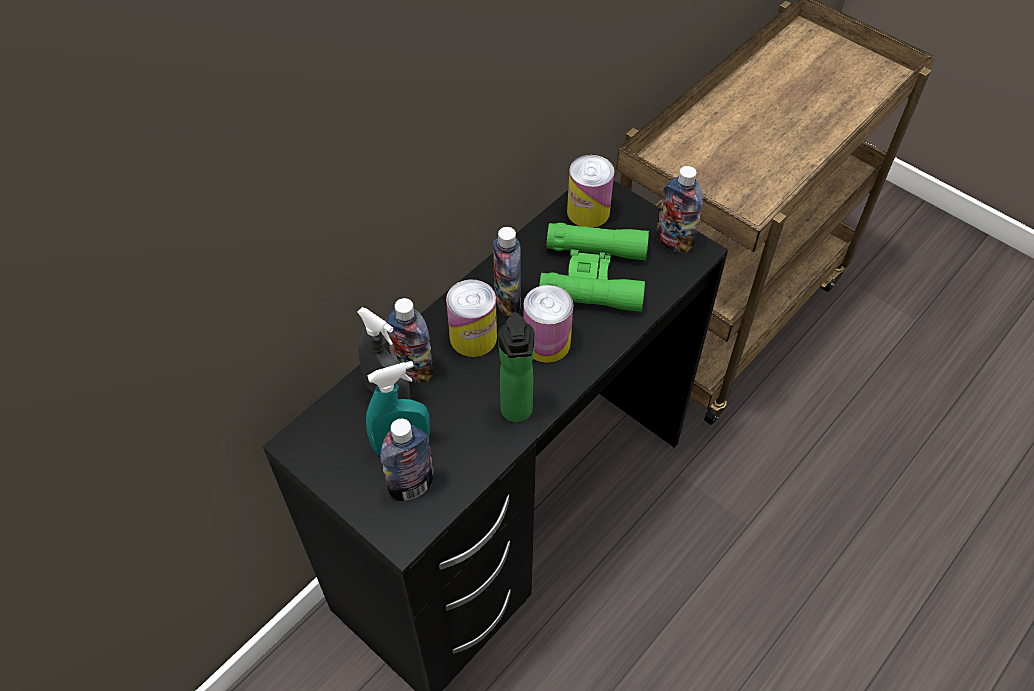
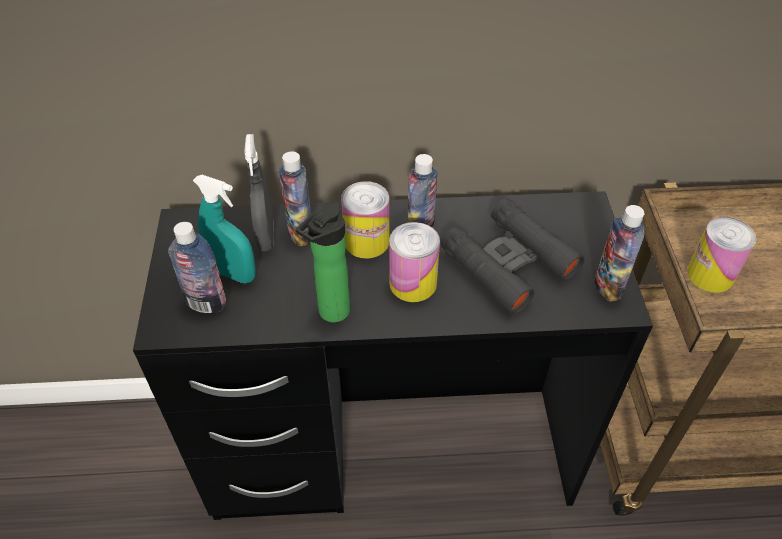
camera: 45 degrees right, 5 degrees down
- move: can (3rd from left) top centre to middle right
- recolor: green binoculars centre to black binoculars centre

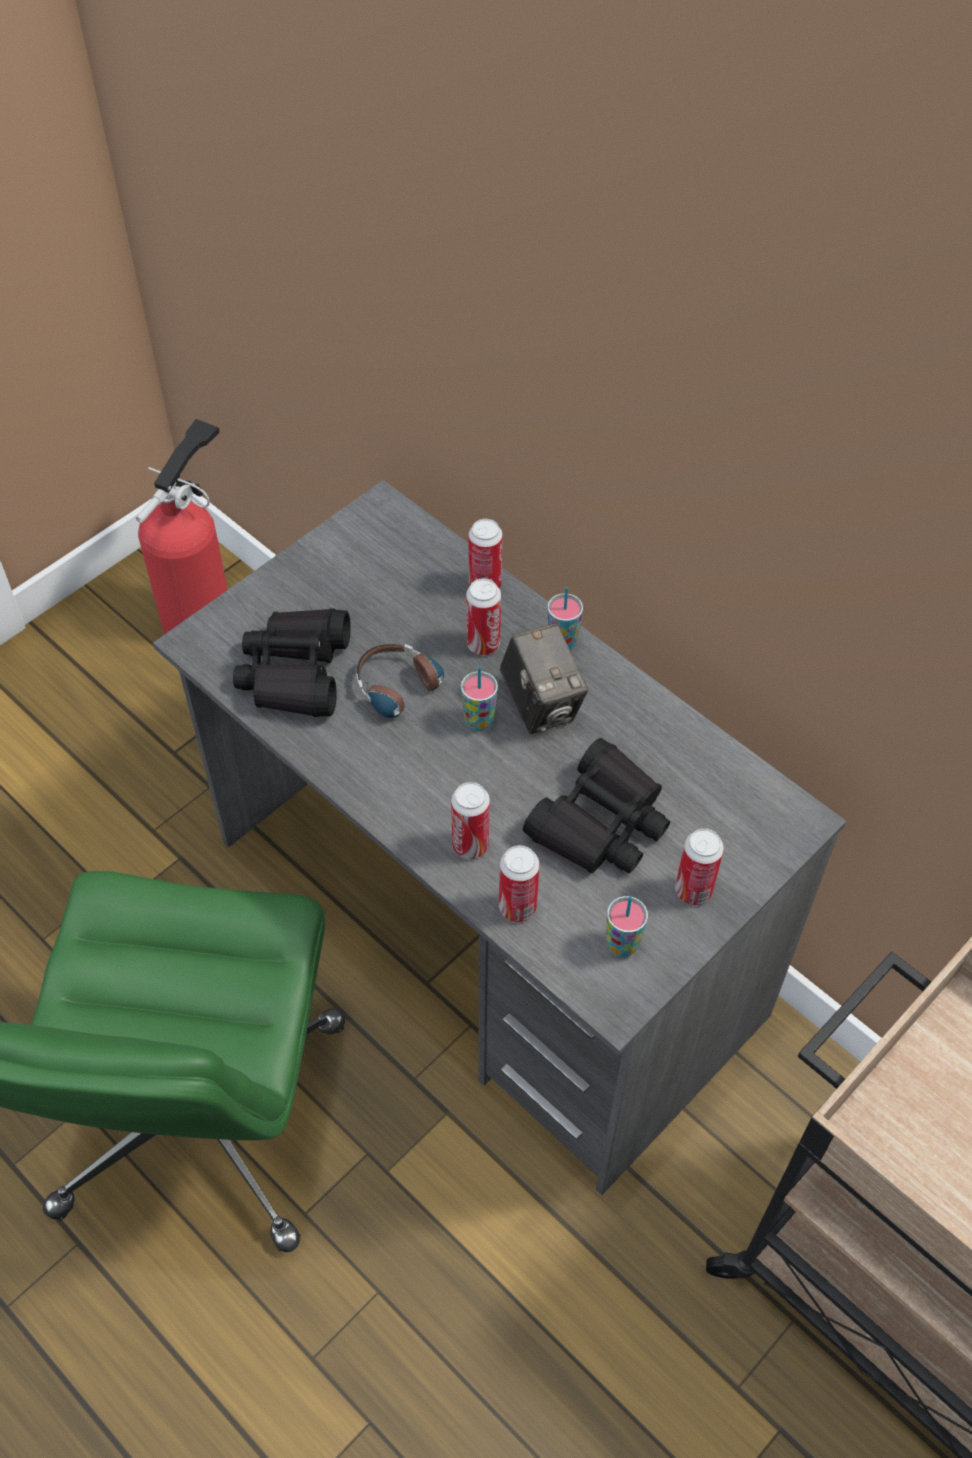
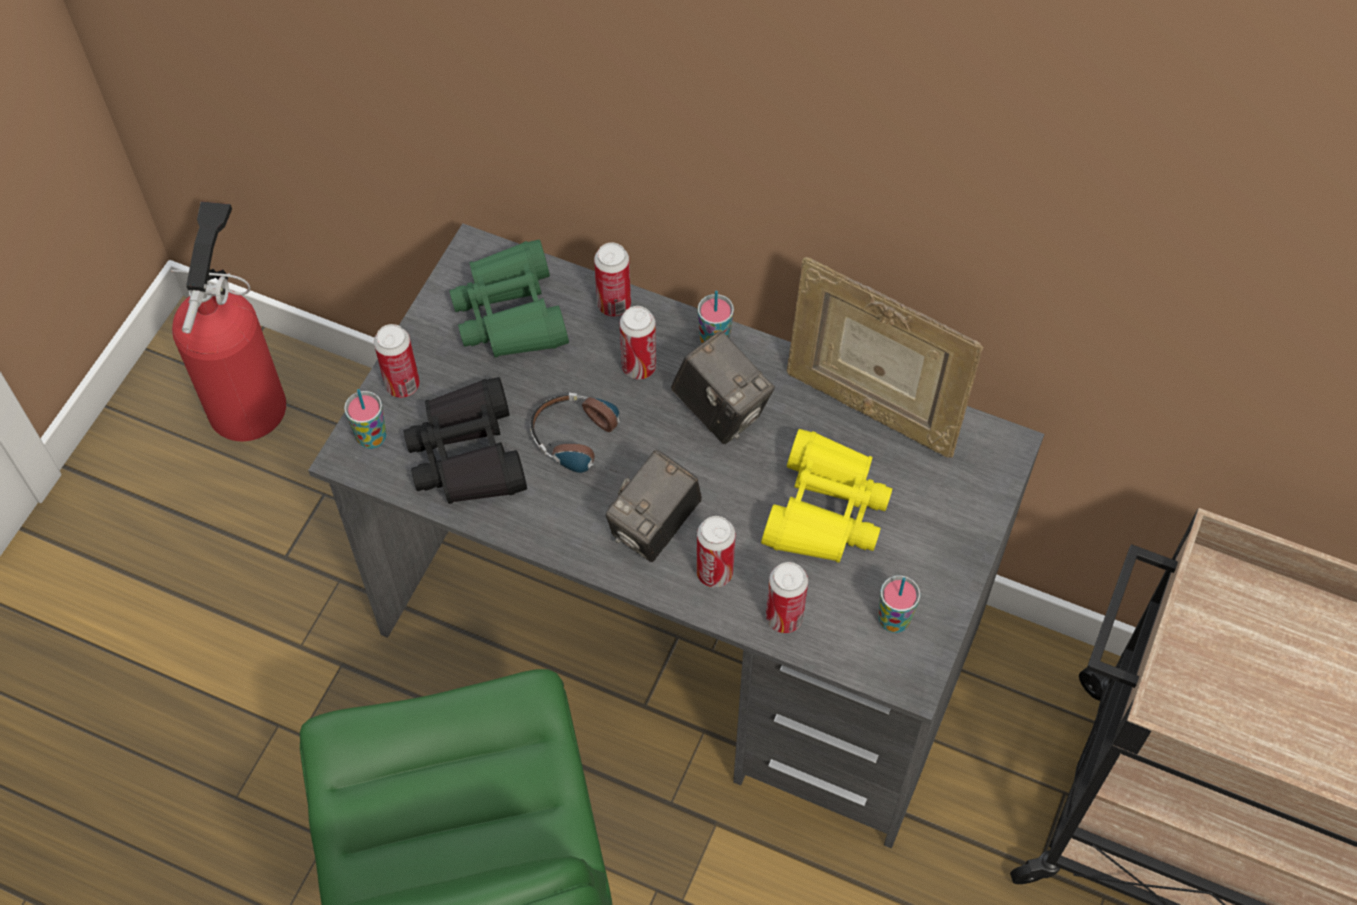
camera: 20 degrees left, 5 degrees up
- move: cup (1st from left) centre to middle left
- recolor: black binoculars (2nd from left) centre to yellow binoculars centre
- move: can (5th from left in the first image) middle right to can (1st from left) middle left
- insert: green binoculars top centre
- insert: picture frame centre
- insert: photo camera (1st from left) centre

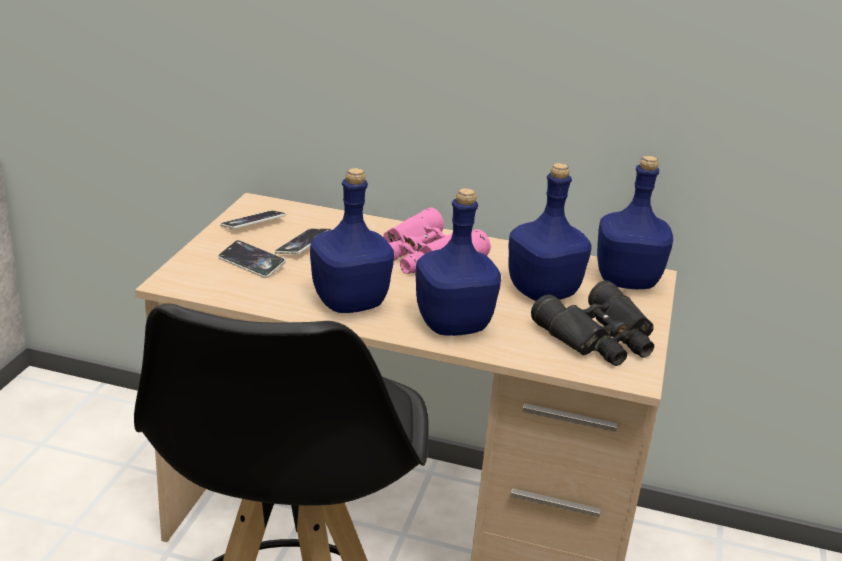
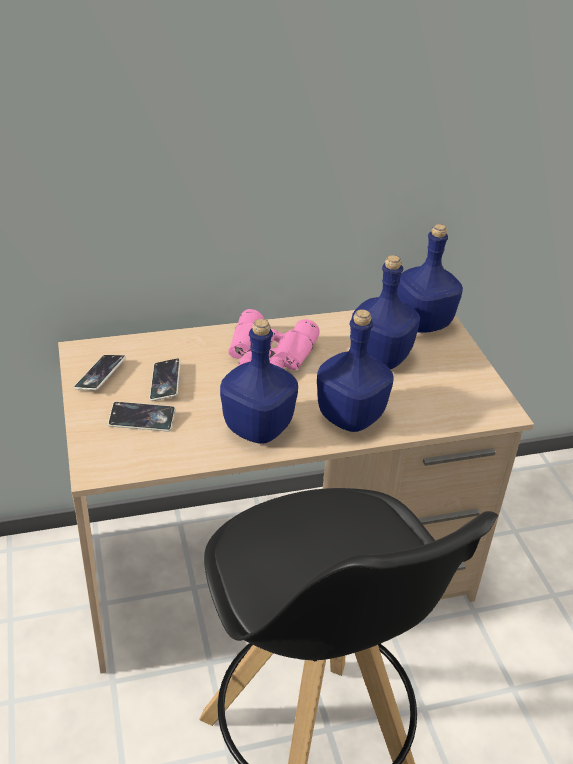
camera: 30 degrees left, 10 degrees up
- delete: black binoculars middle right

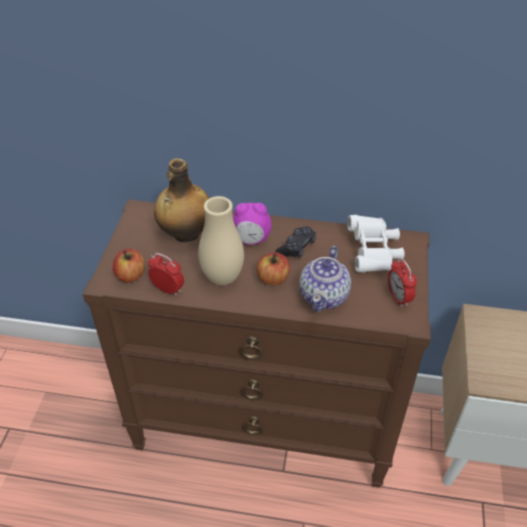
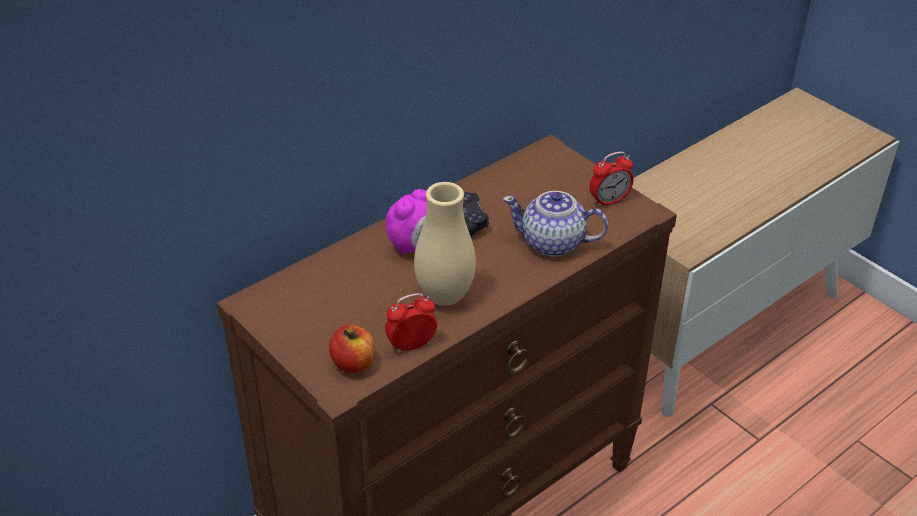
camera: 50 degrees left, 5 degrees down
- delete: bottle centre
- delete: white binoculars middle right
- rotate: teapot centre = centre 135 degrees clockwise
- delete: apple (2nd from left) centre
- rotate: alarm clock (3rd from left) middle right = centre 45 degrees counterclockwise

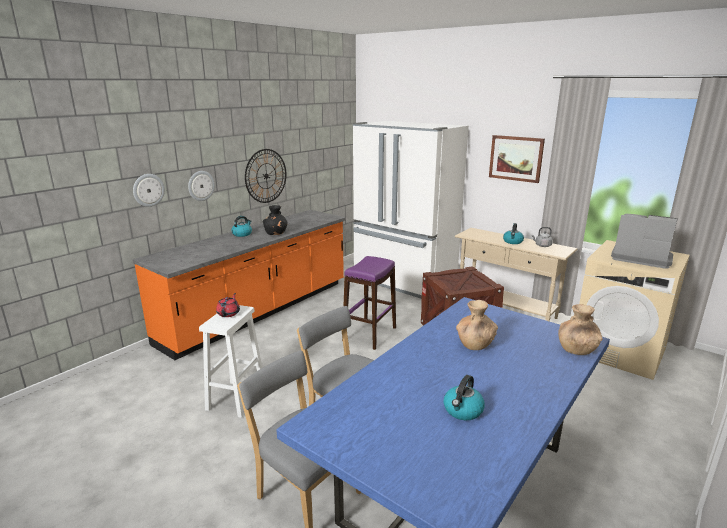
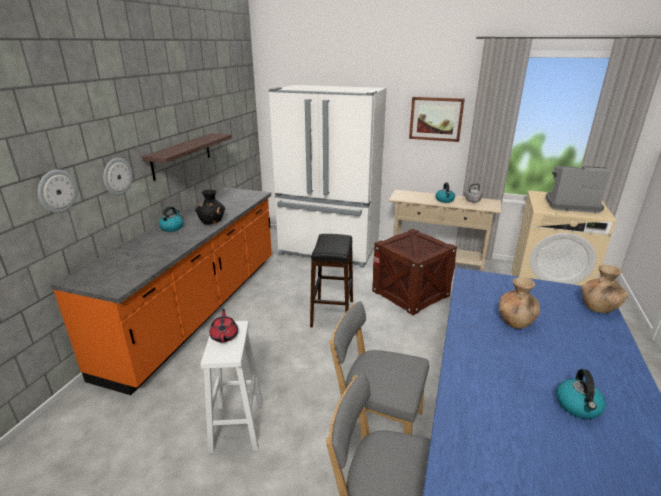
camera: 20 degrees left, 5 degrees up
- replace: wall clock (3rd from left) centre to shelf top left
- recolor: purple stool centre to black stool centre

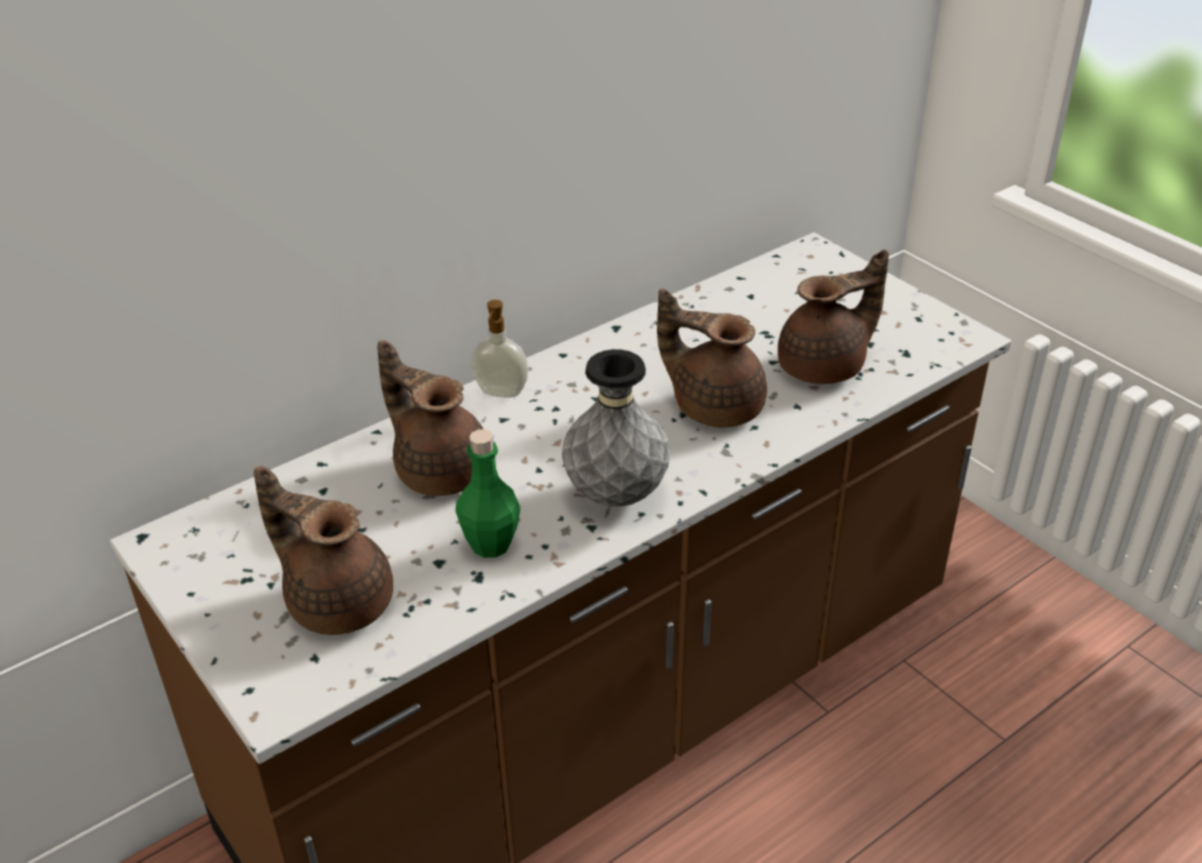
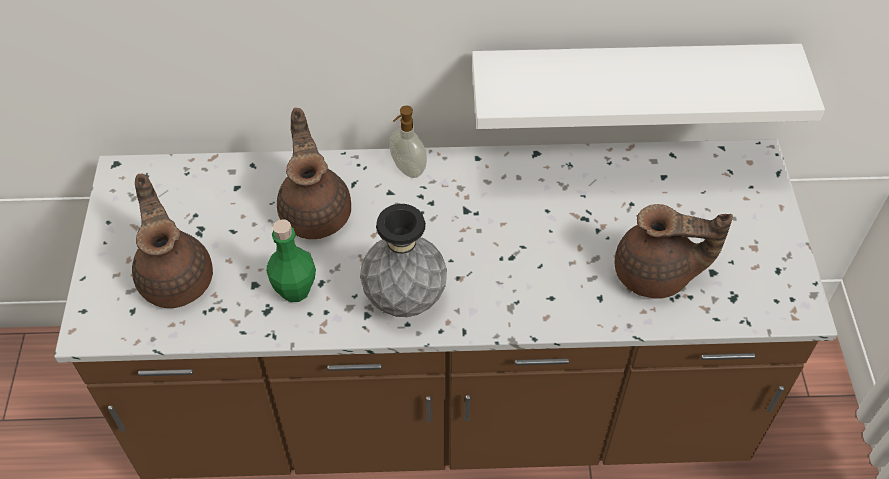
camera: 35 degrees right, 15 degrees up
- delete: brown teapot (3rd from left) centre
- insert: white shelf top right

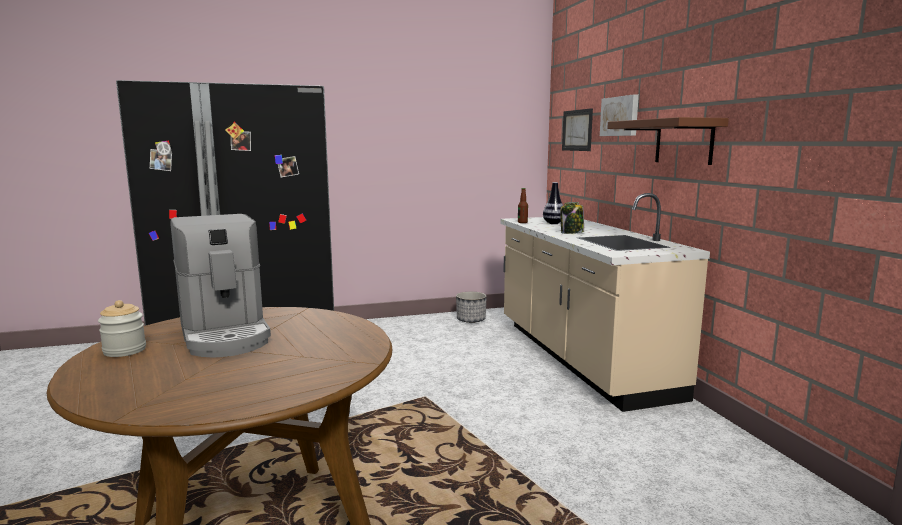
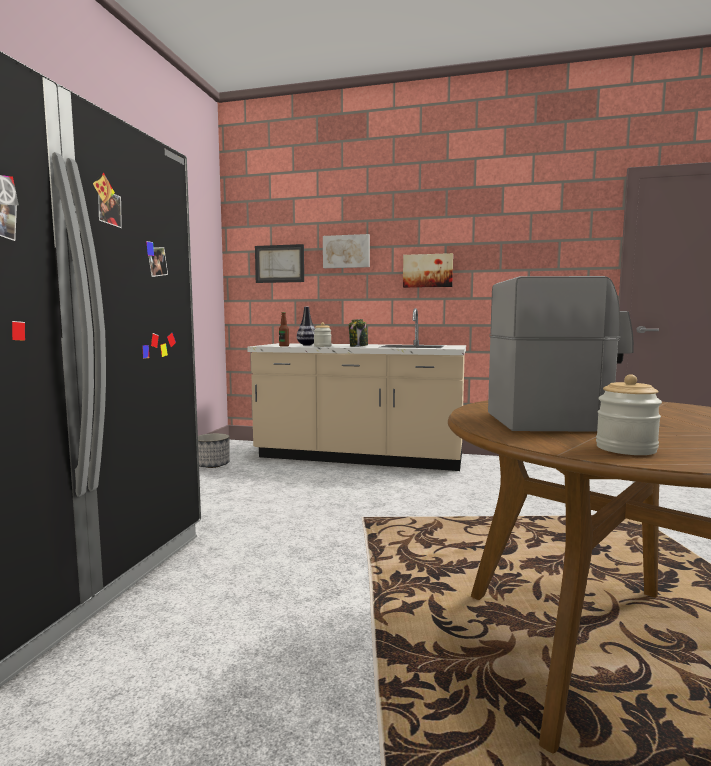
camera: 60 degrees left, 5 degrees down
- replace: brown shelf top right to picture (3rd from left) centre
- insert: jar (1st from left) centre

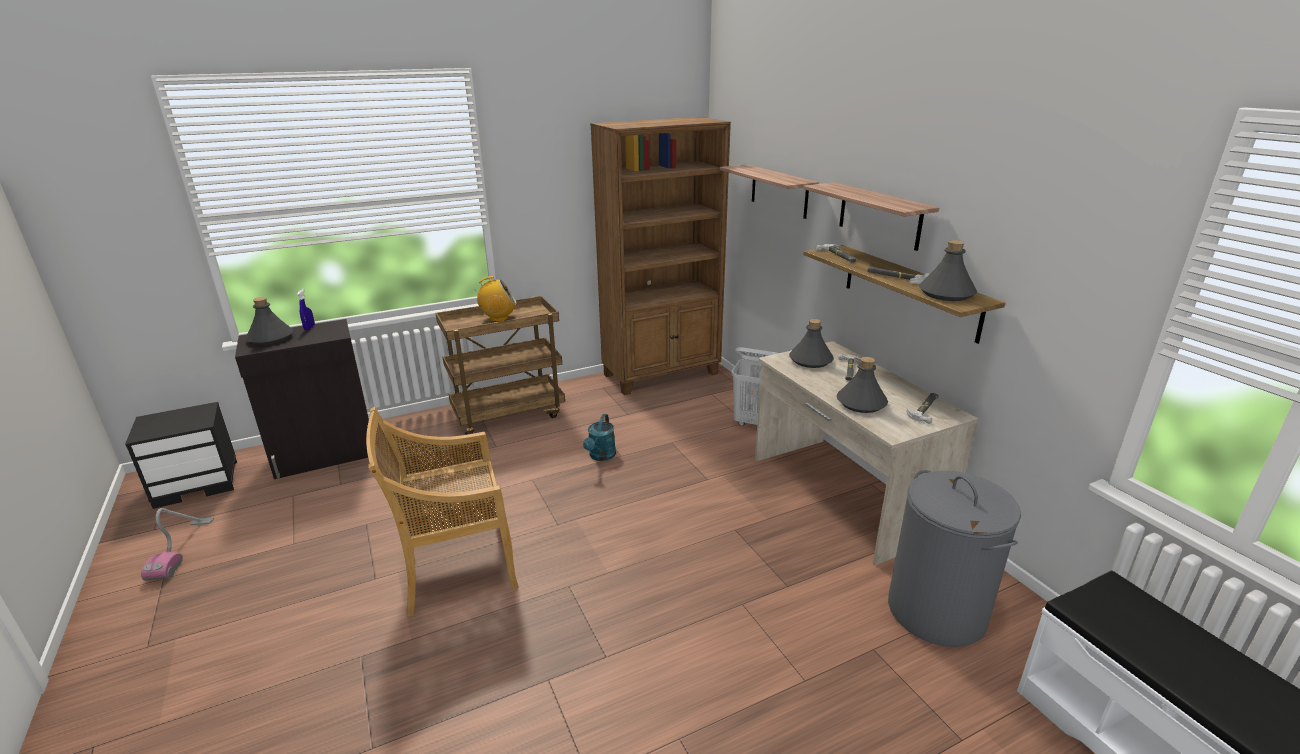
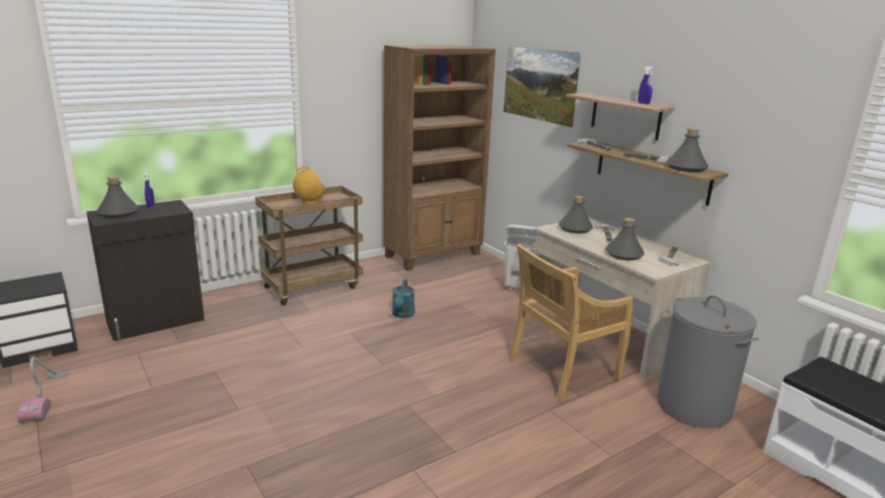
camera: 10 degrees left, 5 degrees down
- replace: shelf (1st from left) top centre to picture top centre
- move: beige chair bottom centre to centre
- insert: blue spray bottle (2nd from left) top right

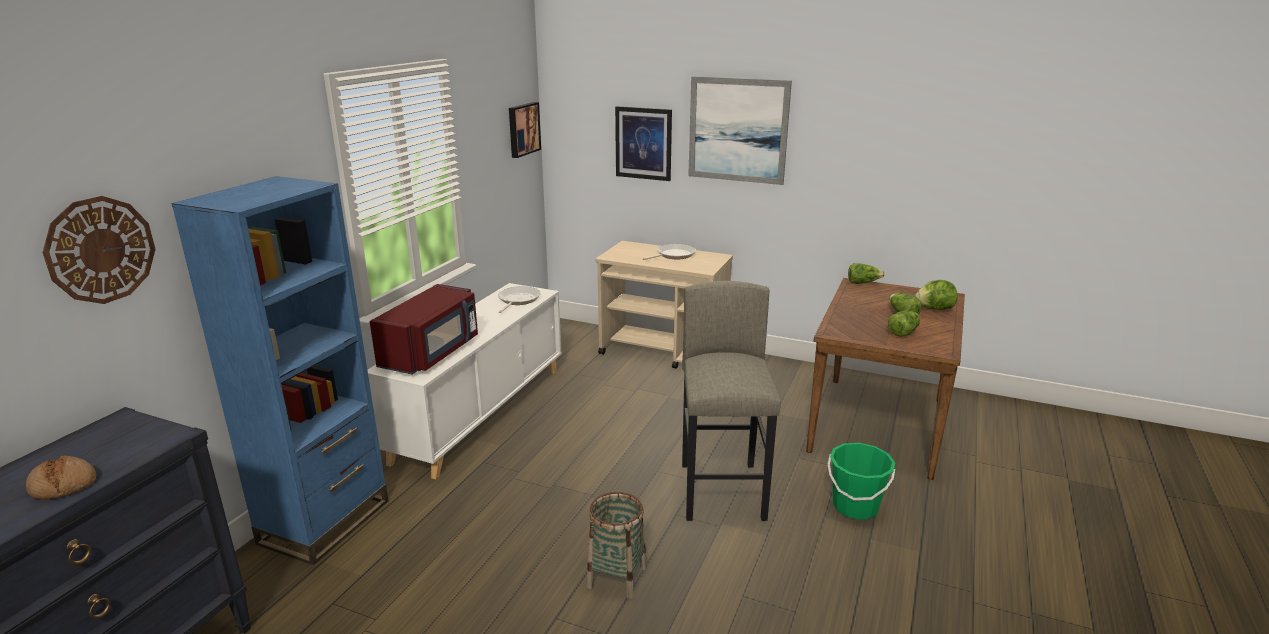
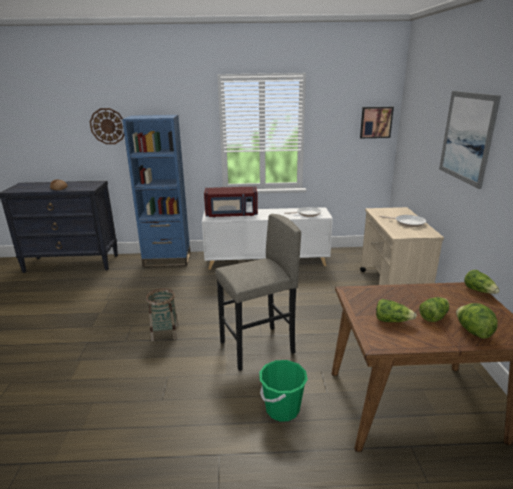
camera: 65 degrees right, 0 degrees up
- delete: picture (2nd from left) top centre

